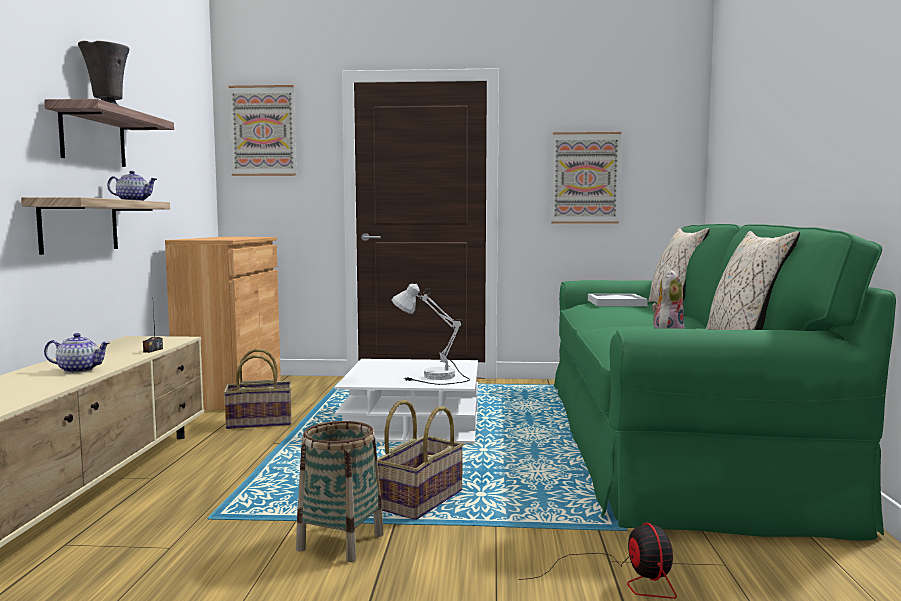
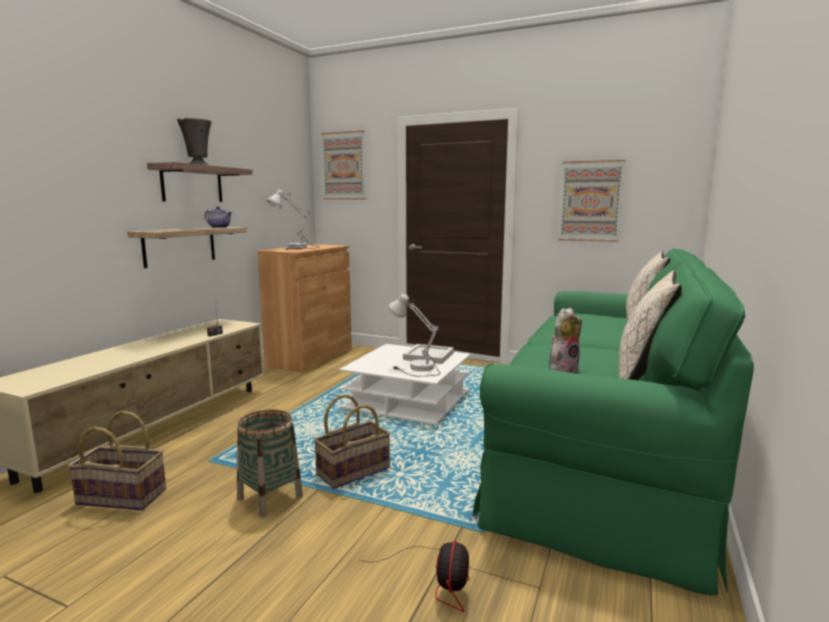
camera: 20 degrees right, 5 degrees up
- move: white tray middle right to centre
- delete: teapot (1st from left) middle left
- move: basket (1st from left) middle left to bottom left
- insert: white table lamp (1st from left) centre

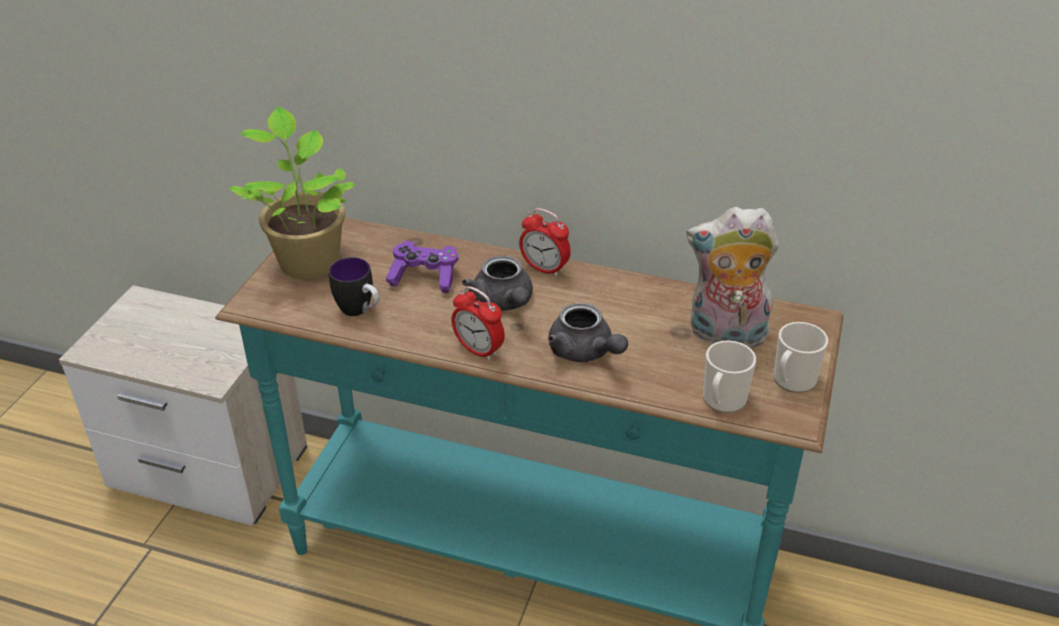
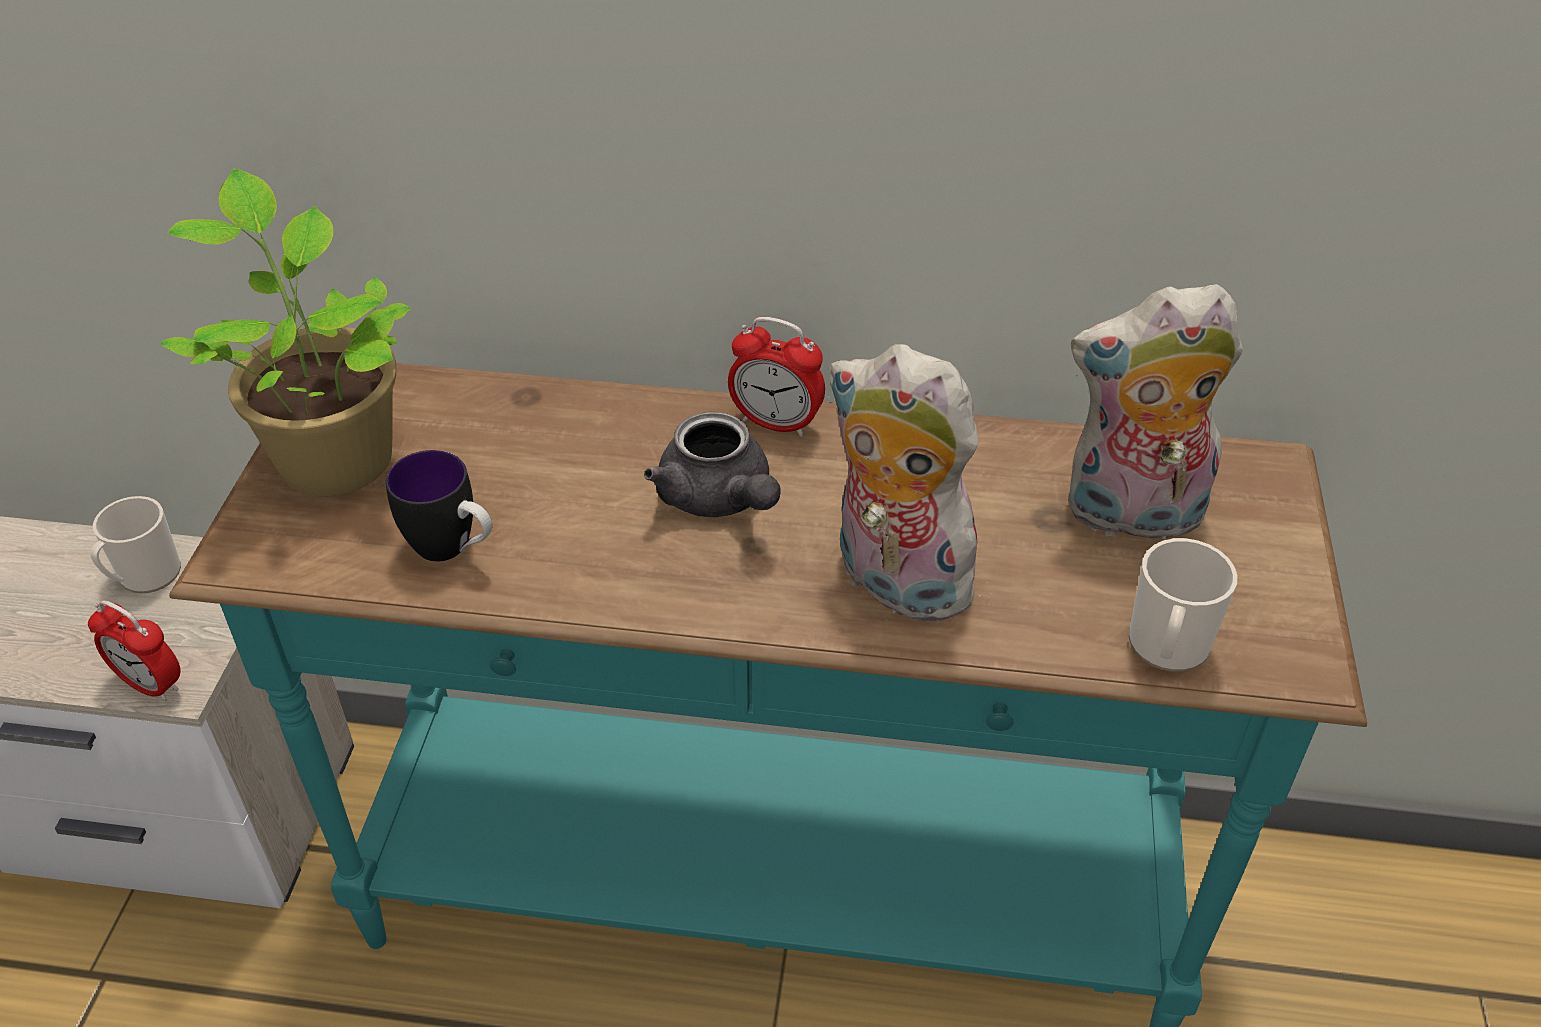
camera: 10 degrees left, 5 degrees up
- delete: purple game controller centre
- move: alarm clock (1st from left) centre to middle left
- replace: grey teapot (2nd from left) centre to plush toy (1st from left) centre
- move: mug (3rd from left in the first image) middle right to mug (1st from left) middle left

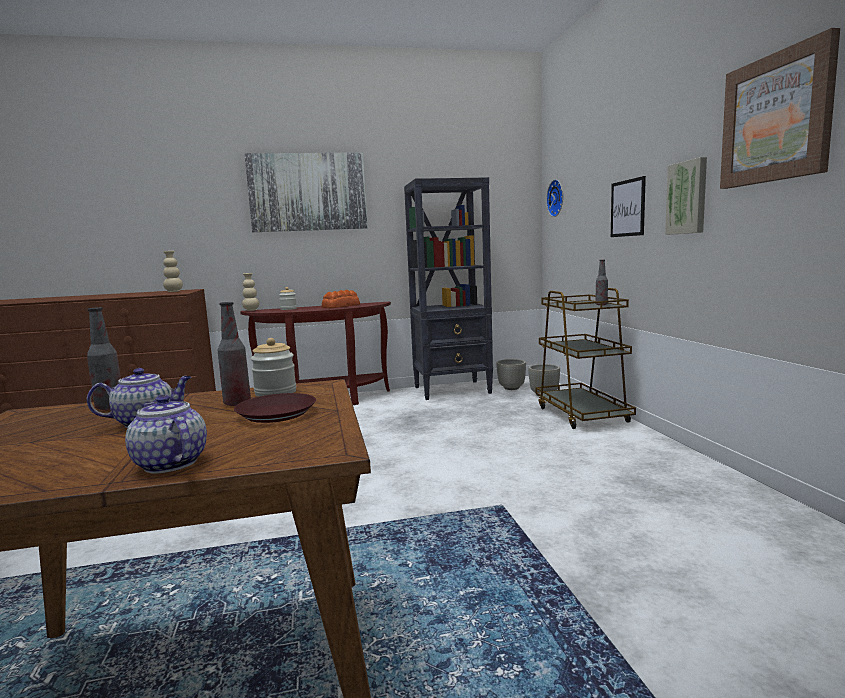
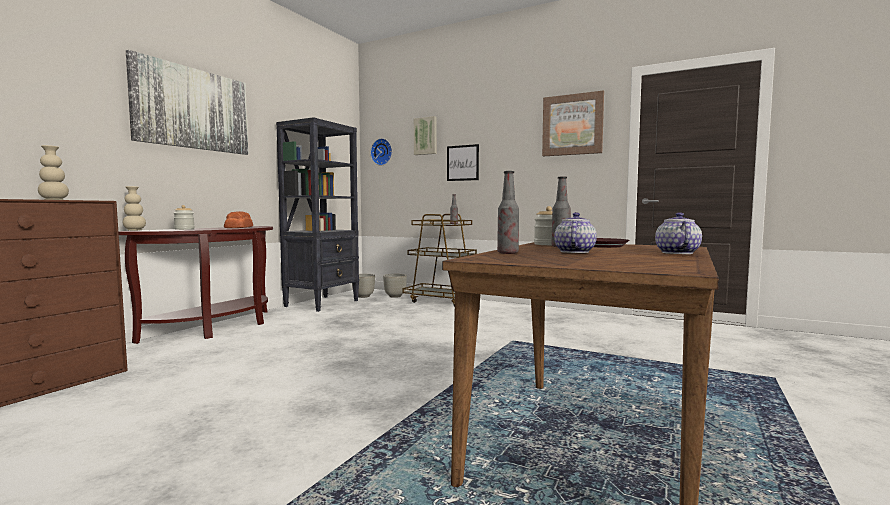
camera: 50 degrees left, 5 degrees down
- move: picture (3rd from left in the first image) top right to picture (2nd from left) top centre
- rotate: teapot (2nd from left) middle left = middle right 105 degrees clockwise

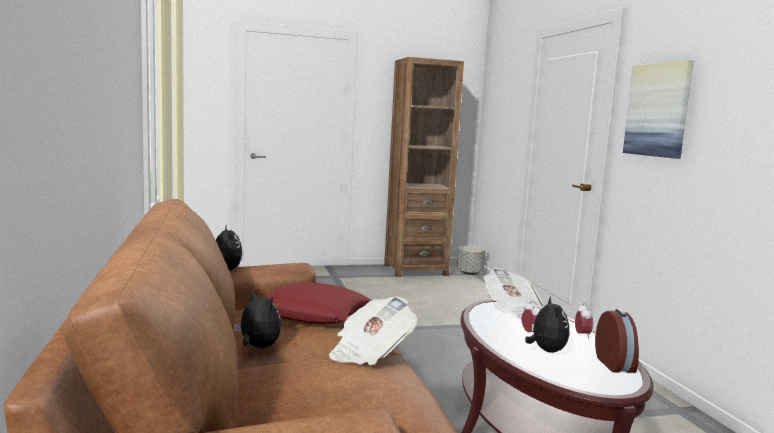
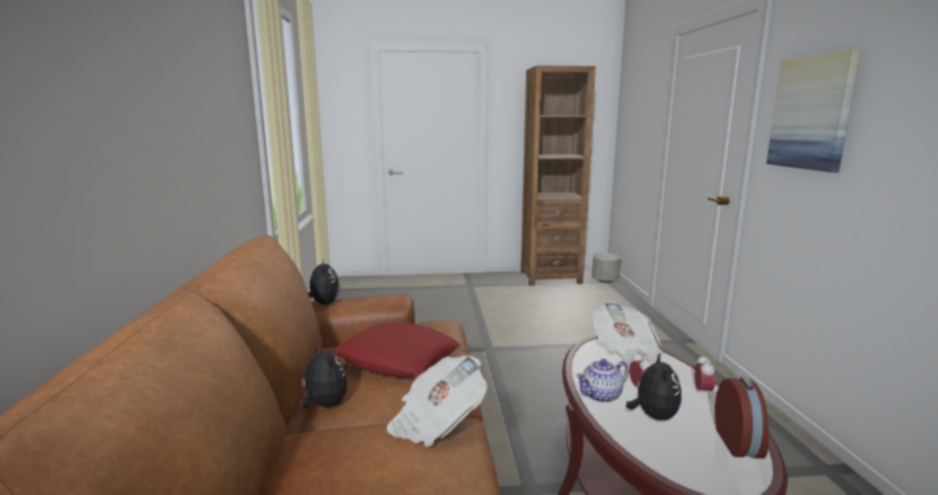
camera: 10 degrees right, 5 degrees up
- insert: teapot bottom centre

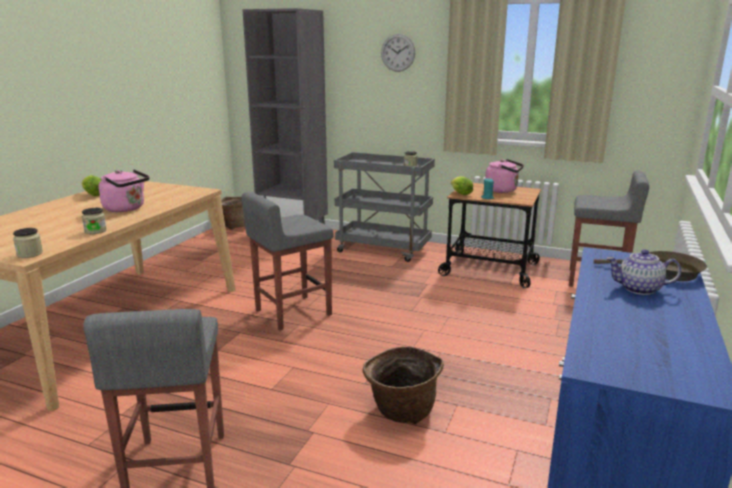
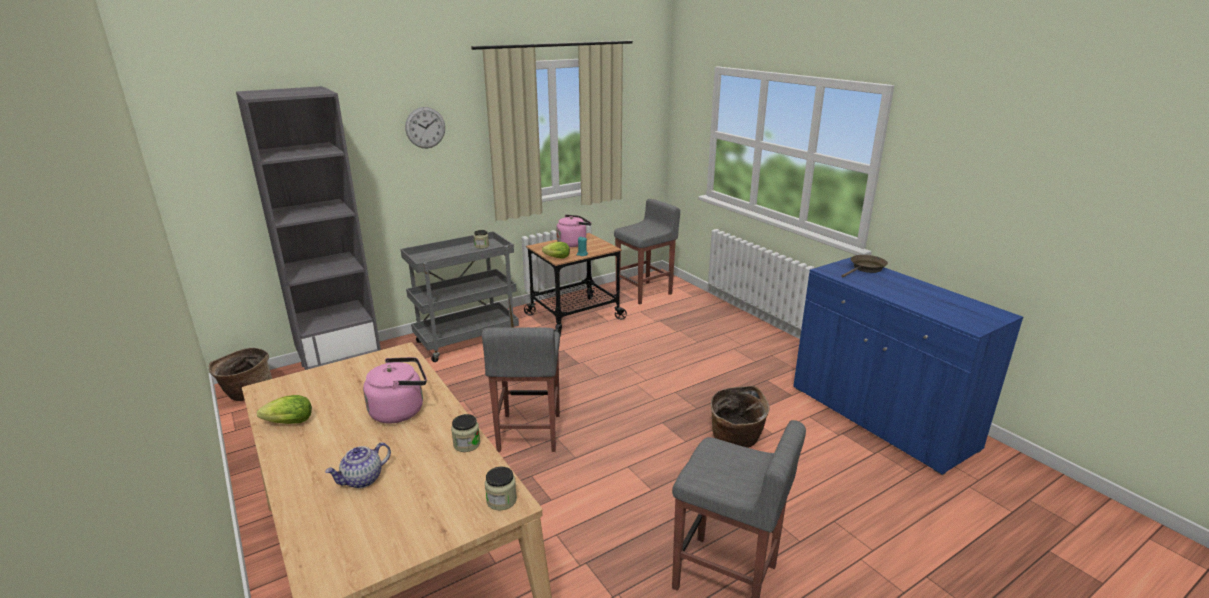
camera: 55 degrees left, 5 degrees up
- move: teapot middle right to bottom left

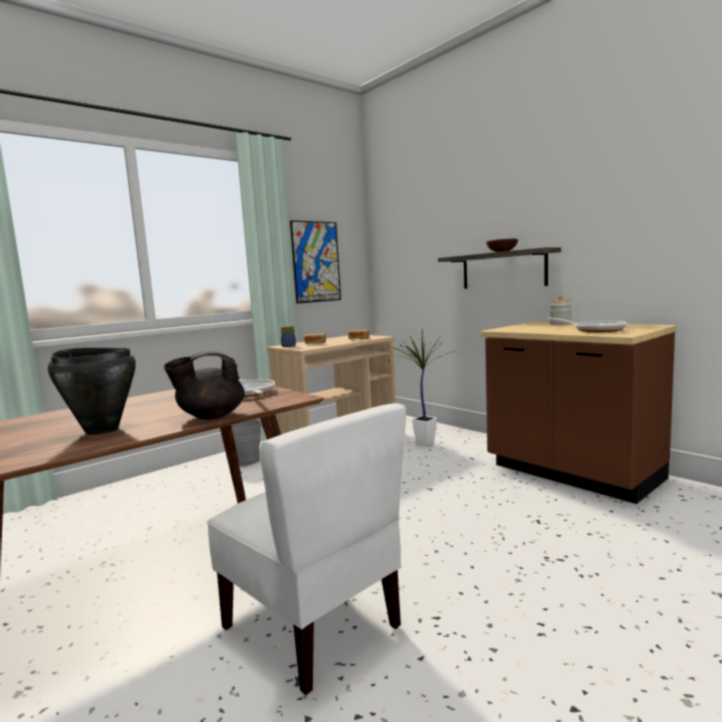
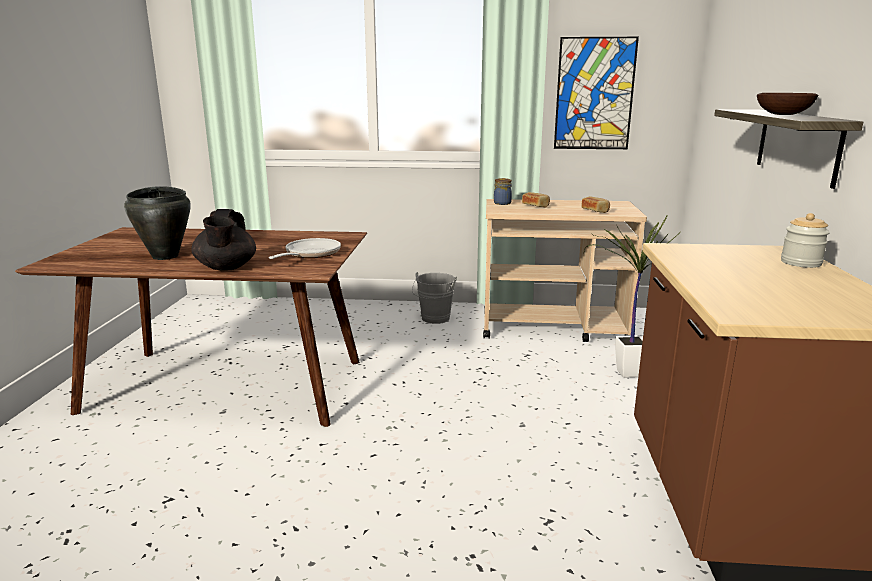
camera: 45 degrees right, 10 degrees up
- delete: frying pan (2nd from left) middle right
- rotate: black teapot middle left = middle left 120 degrees counterclockwise
- delete: white chair bottom centre

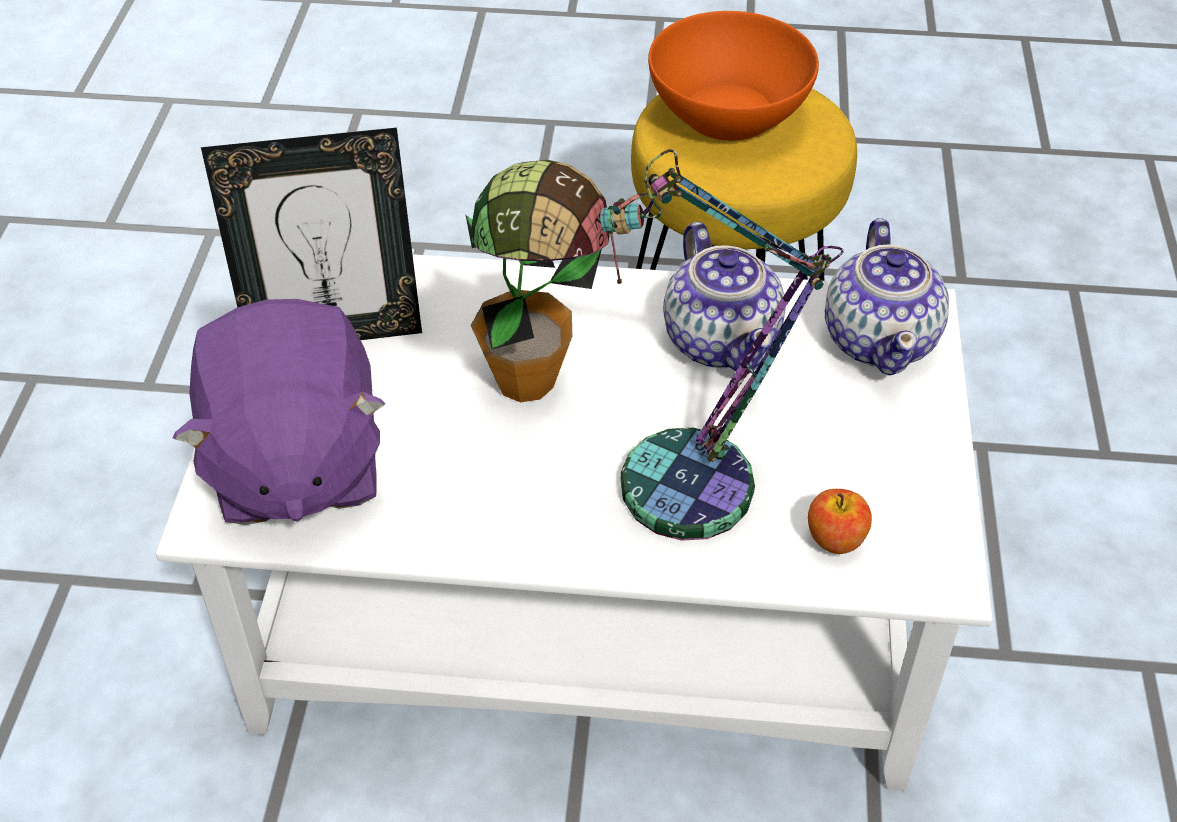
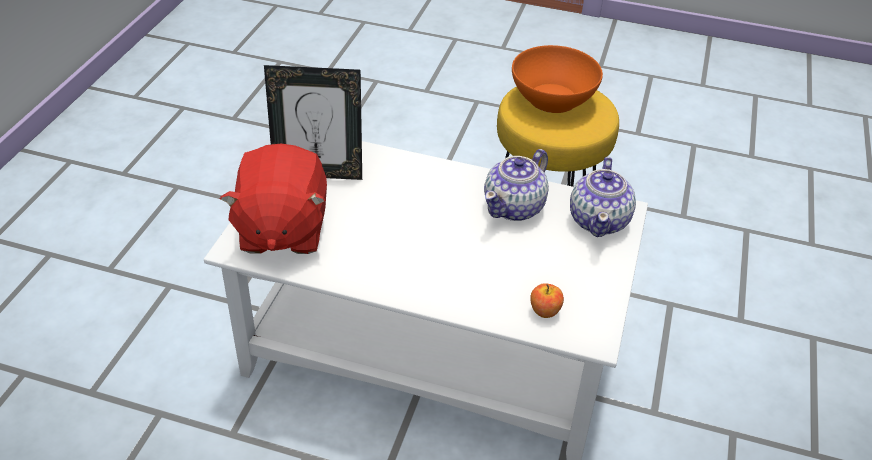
camera: 10 degrees right, 5 degrees down
- delete: table lamp centre
- delete: potted plant centre
- rotate: teapot (1st from left) centre = centre 45 degrees clockwise
- recolor: purple plush toy middle left to red plush toy middle left

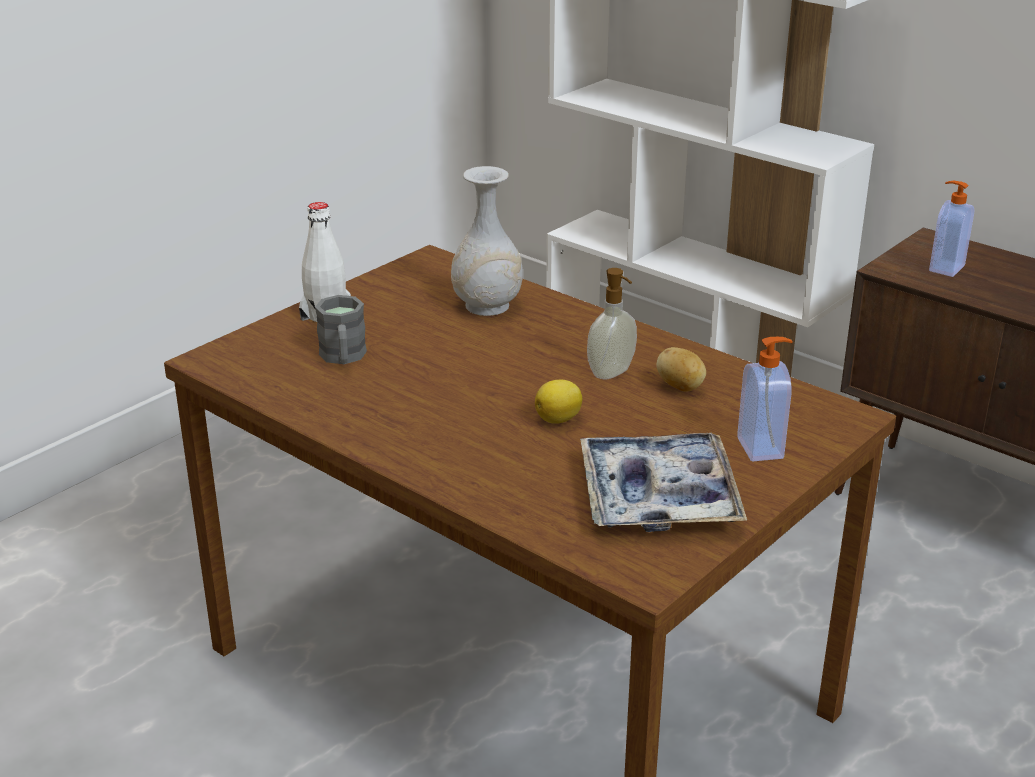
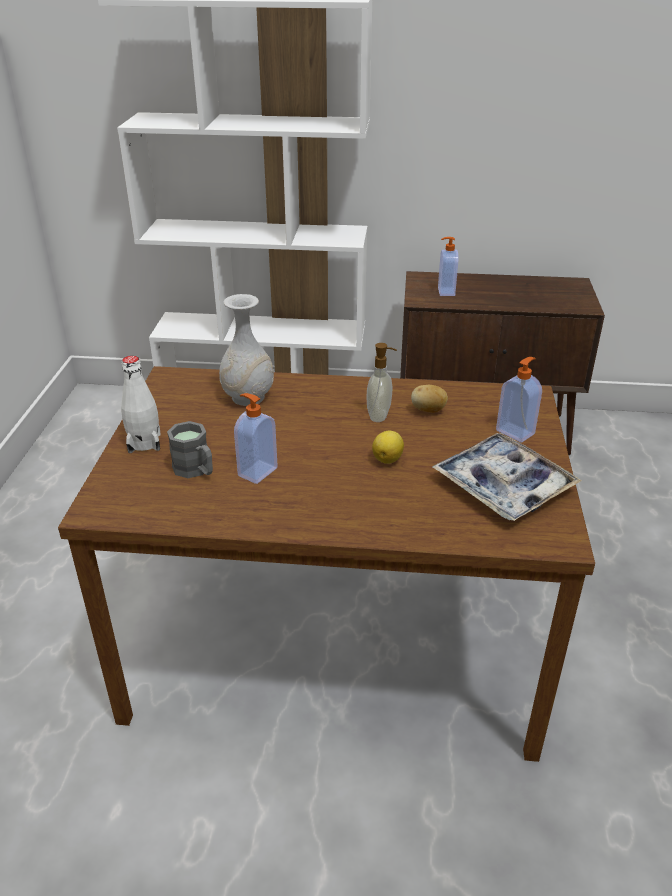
camera: 35 degrees left, 5 degrees up
- insert: soap dispenser (1st from left) centre

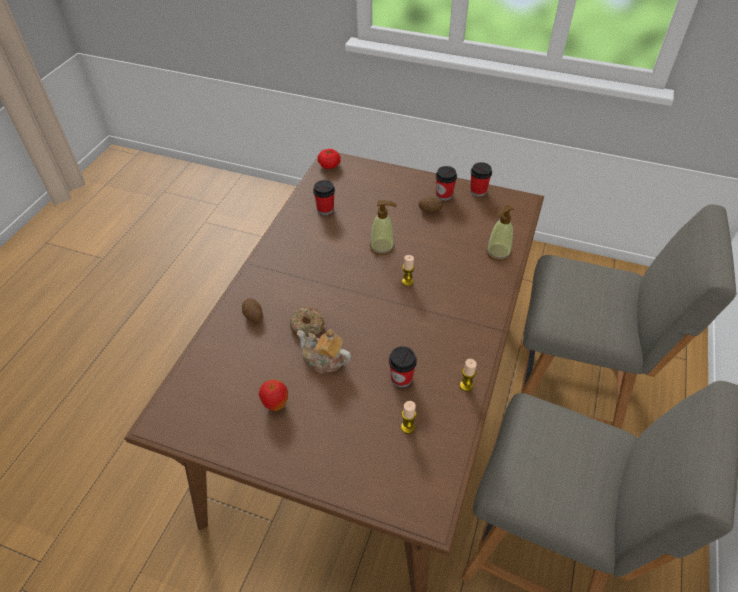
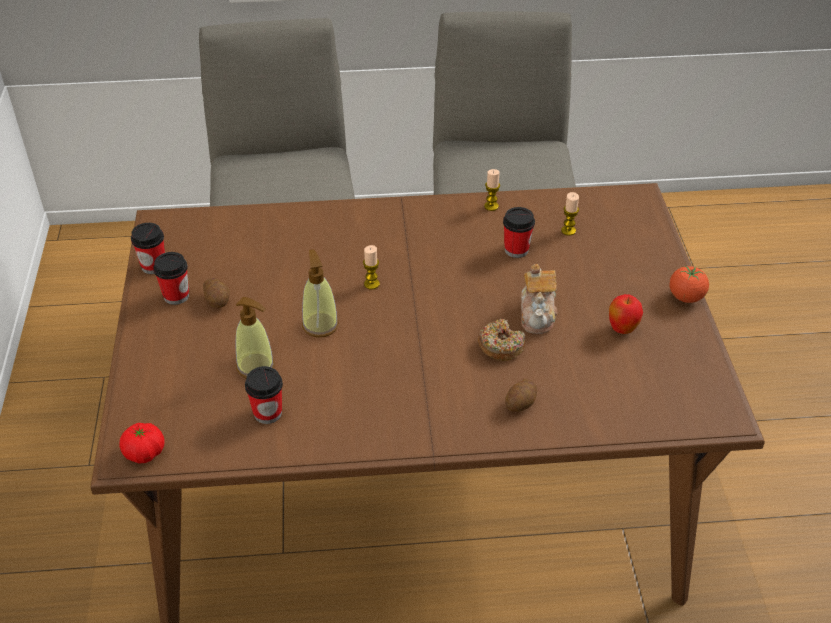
camera: 115 degrees left, 5 degrees down
- move: soap dispenser (2nd from left in the first image) middle right to soap dispenser (1st from left) middle left
- insert: tomato (2nd from left) middle right

